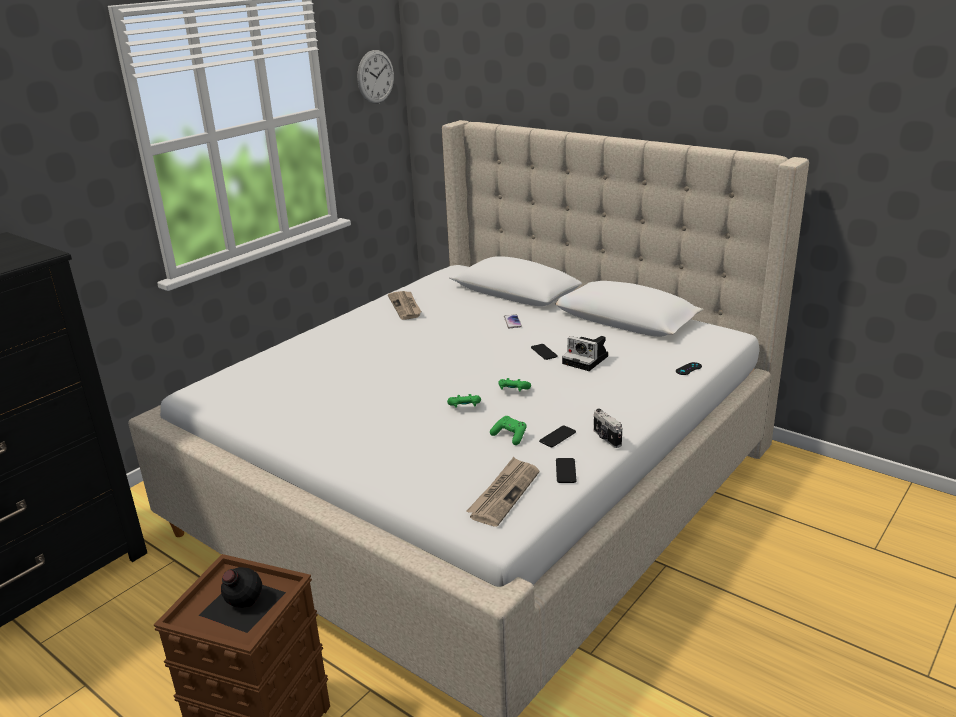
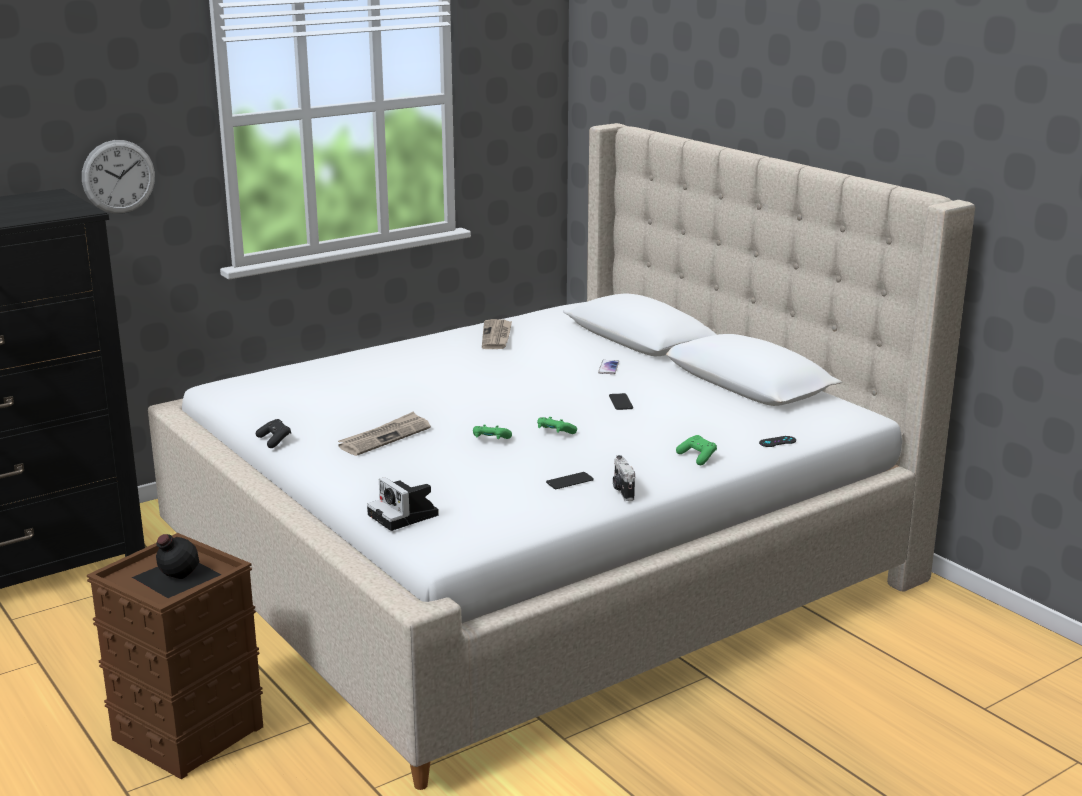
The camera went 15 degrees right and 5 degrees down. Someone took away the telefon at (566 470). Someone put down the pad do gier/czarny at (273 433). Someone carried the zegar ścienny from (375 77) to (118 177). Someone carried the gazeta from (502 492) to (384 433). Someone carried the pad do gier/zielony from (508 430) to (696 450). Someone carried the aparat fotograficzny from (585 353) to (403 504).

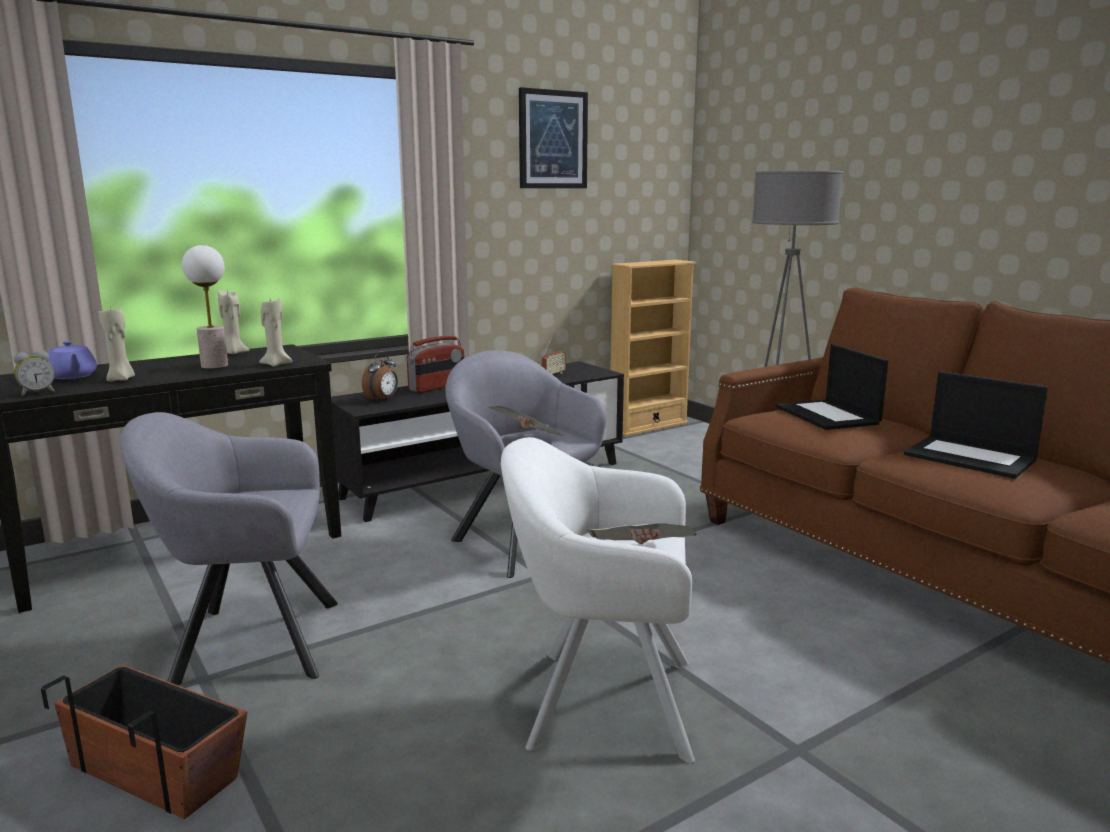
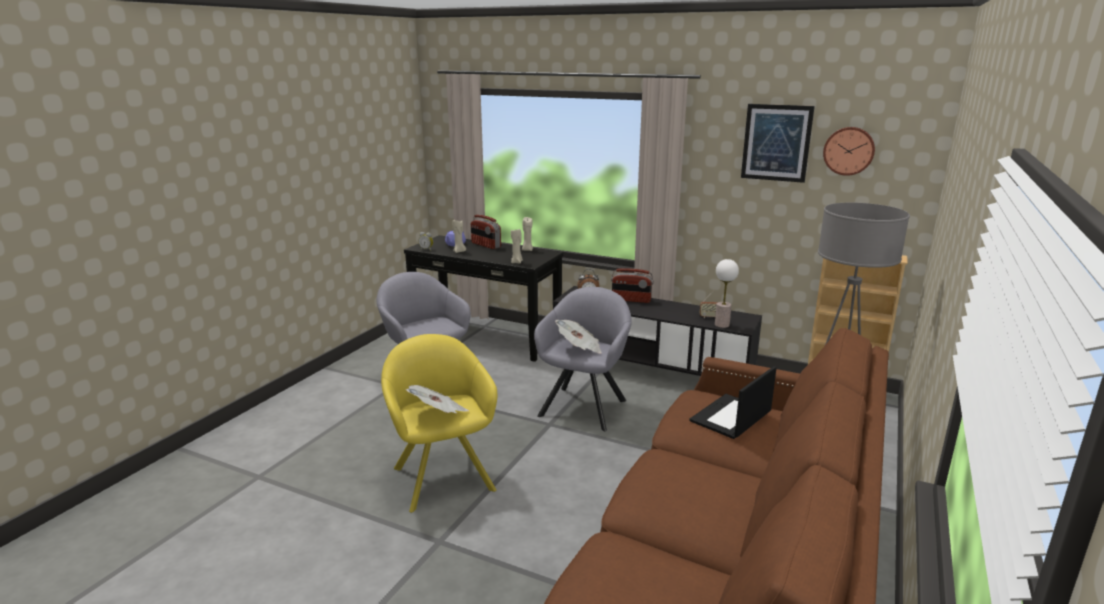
The camera went 60 degrees right and 5 degrees up. Someone took away the donica at (144 742). Someone took away the laptop at (976 425). Someone put down the radio at (486 232). Someone put up the zegar ścienny at (849 151). Someone carried the lampa stołowa from (205 307) to (727 293). Someone repainted the fotel/biały at (598 600), which became the fotel/żółty at (439 423).

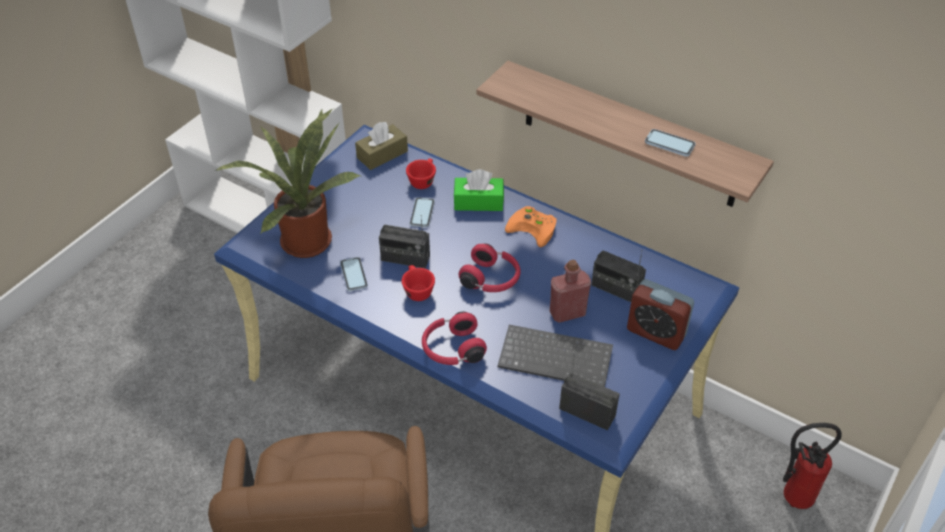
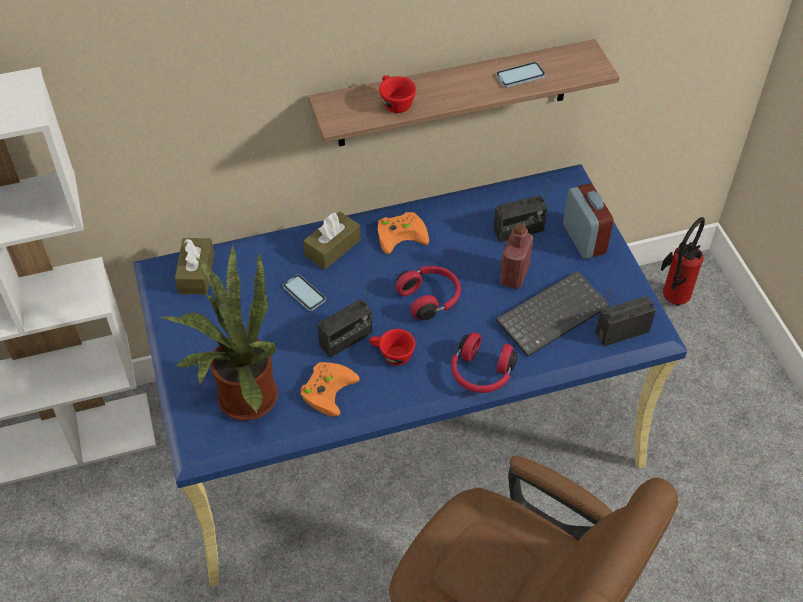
The camera went 50 degrees left and 5 degrees up. Someone carried the filiżanka/czerwony from (421 173) to (397 94). Someone swapped the telefon at (354 274) for the pad do gier/pomarańczowy at (330 389). Someone repainted the pudełko chusteczek/zielony at (479 190), which became the pudełko chusteczek/brązowy at (332 241). Someone rotated the budzik at (660 314) by 90 degrees counterclockwise.

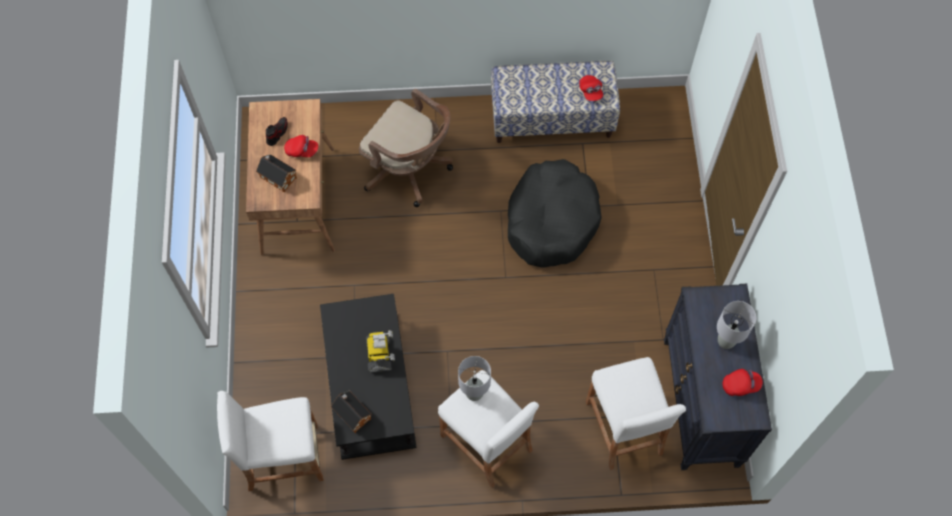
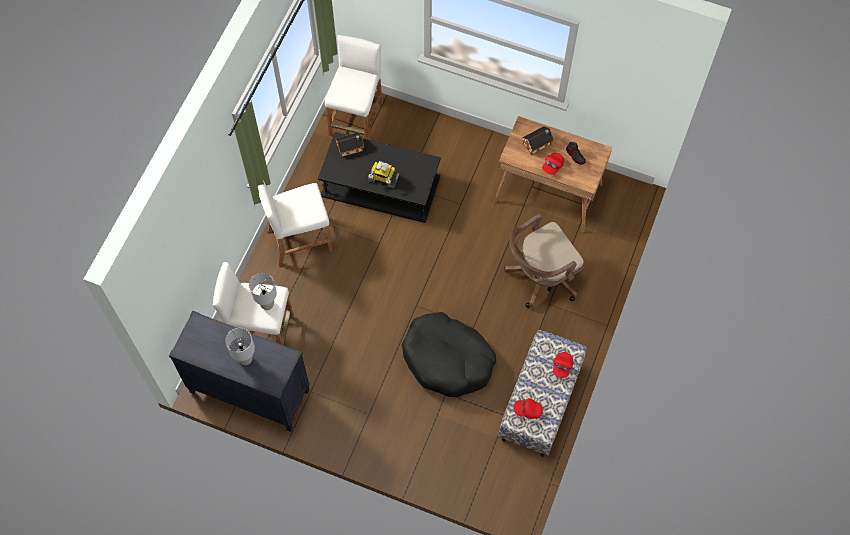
The camera went 115 degrees right and 0 degrees up. Someone carried the lampa stołowa/szary from (474 378) to (263 291). Someone carried the czapka z daszkiem/czerwony from (743 382) to (563 365).

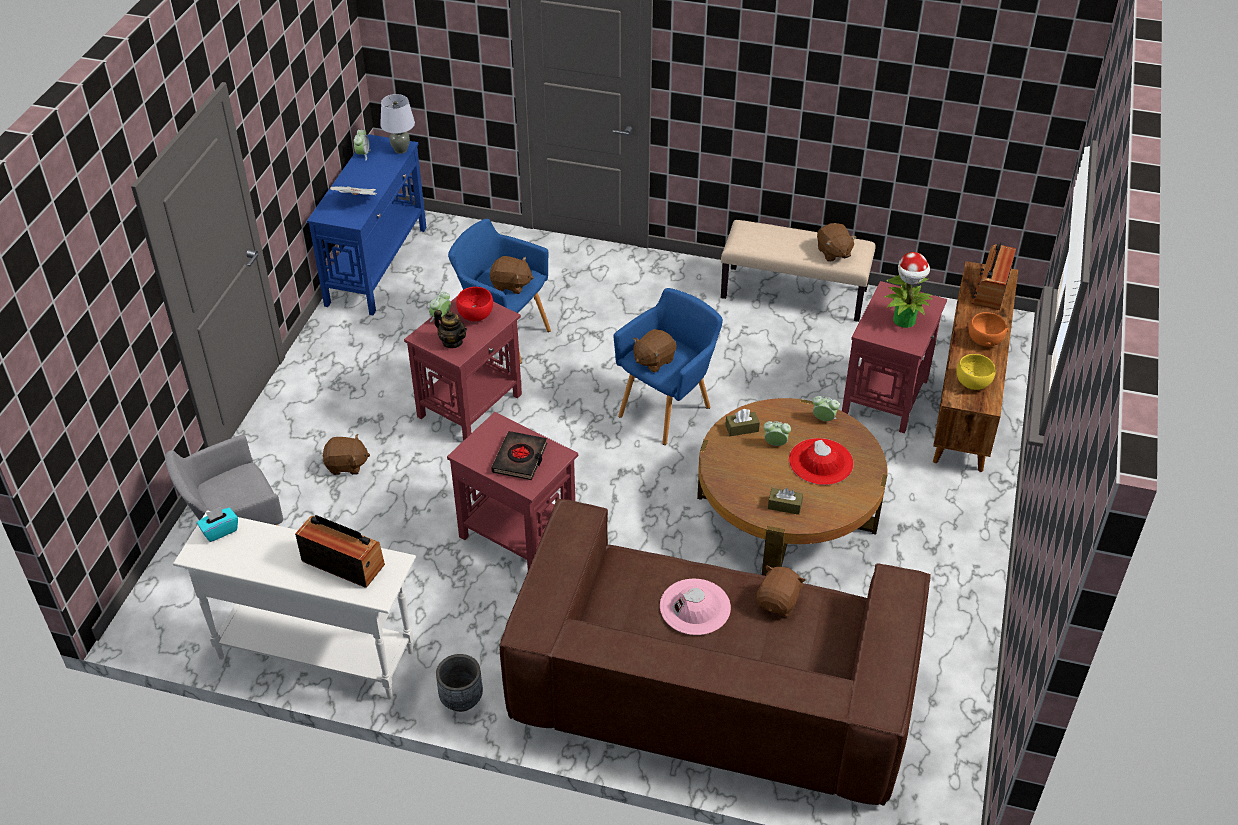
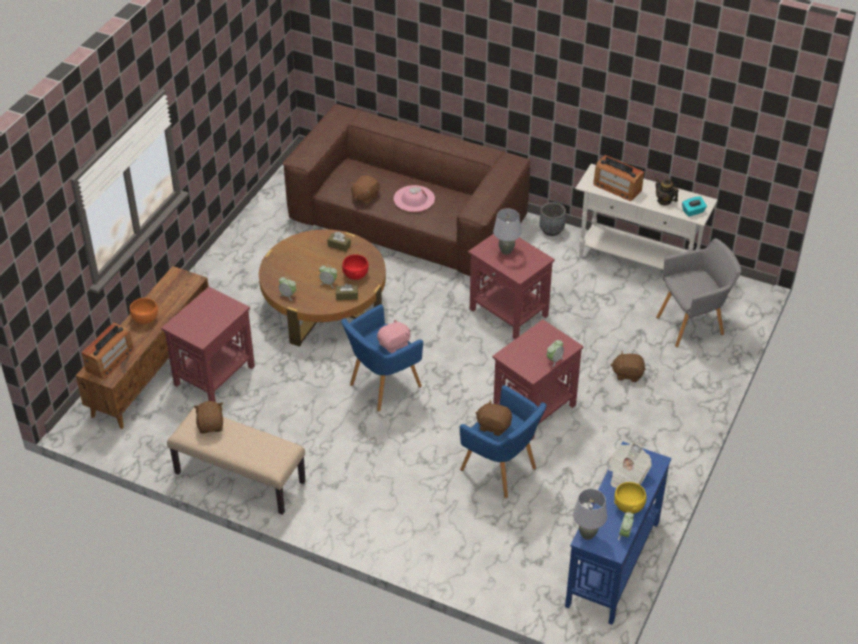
The camera went 170 degrees left and 0 degrees up. Someone took away the kapelusz/czerwony at (821 461). Someone took away the roślina doniczkowa at (908 290). Someone carried the imbryk from (450 329) to (666 191). Someone carried the miska/czerwony from (474 304) to (355 267). Someone carried the miska/żółty from (976 372) to (630 498). Someone swapped the książka/czarny at (519 455) for the lampa stołowa/szary at (507 232). Someone repainted the pluszak/brązowy at (655 350), which became the pluszak/różowy at (393 336).

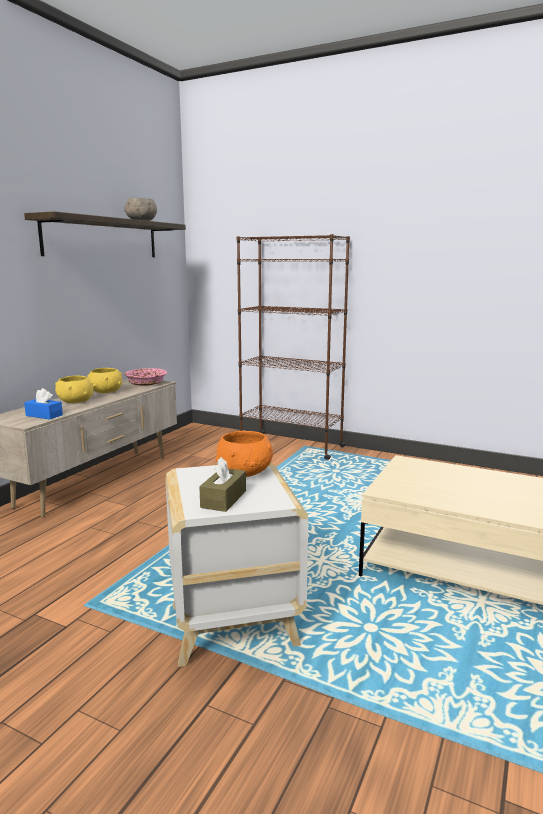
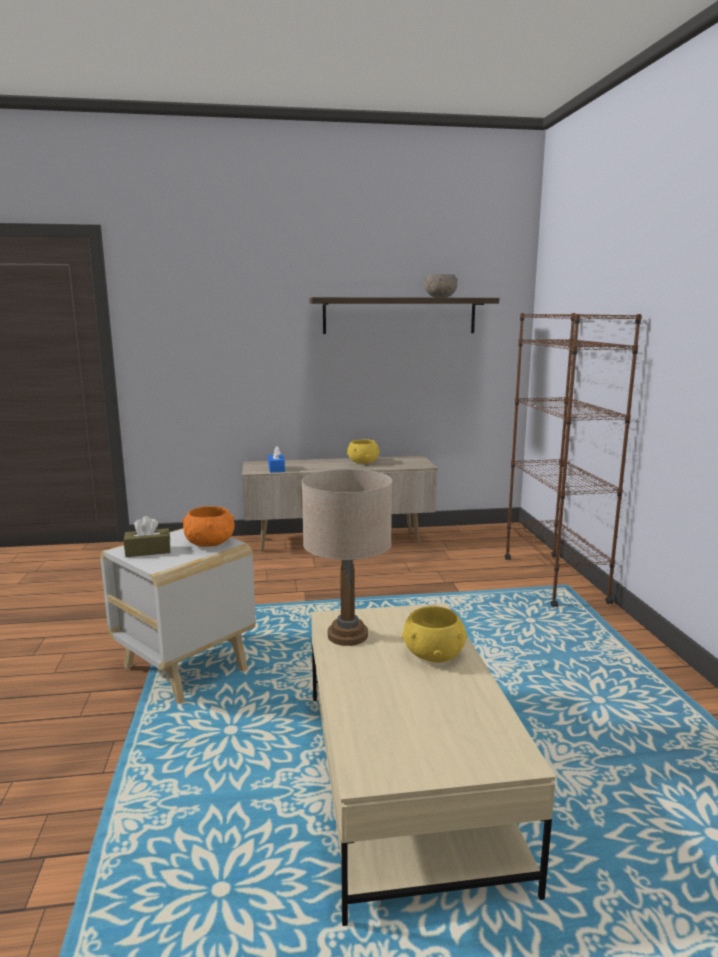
The camera went 55 degrees right and 0 degrees up. Someone took away the miska/różowy at (145 377). Someone put down the lampa stołowa/beżowy at (347 557). Someone carried the miska/żółty from (74 389) to (434 634).

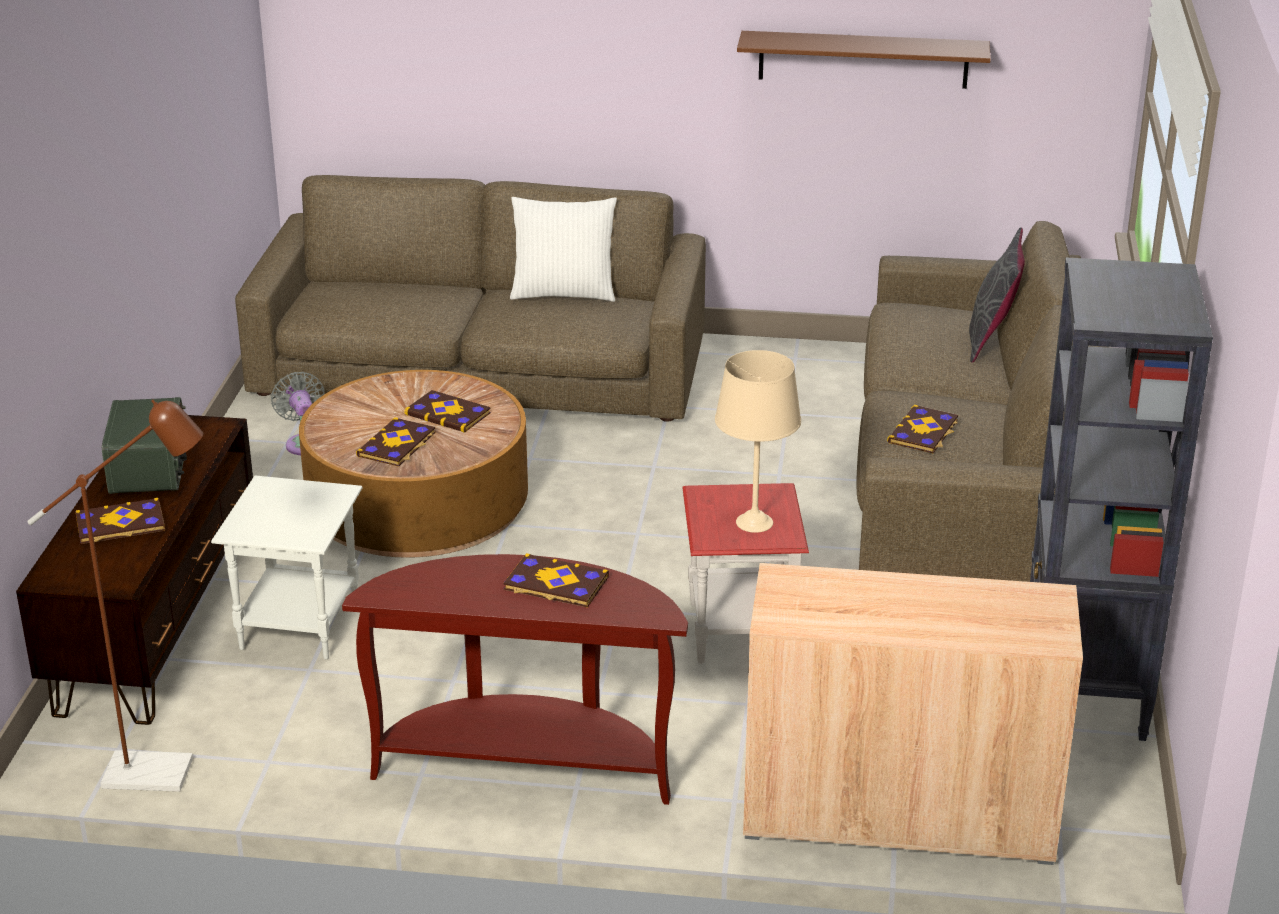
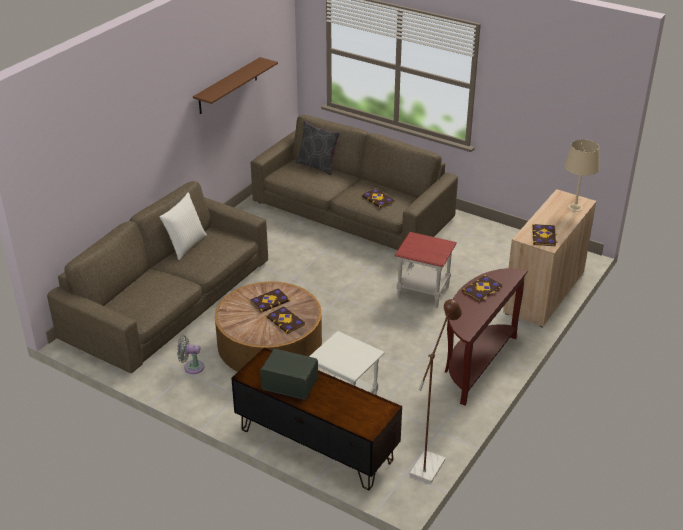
The camera went 65 degrees left and 5 degrees up. Someone took away the regał/czarny at (1121 499). Someone carried the książka from (120 521) to (545 235). Someone carried the lampa stołowa/beżowy from (758 441) to (582 175).

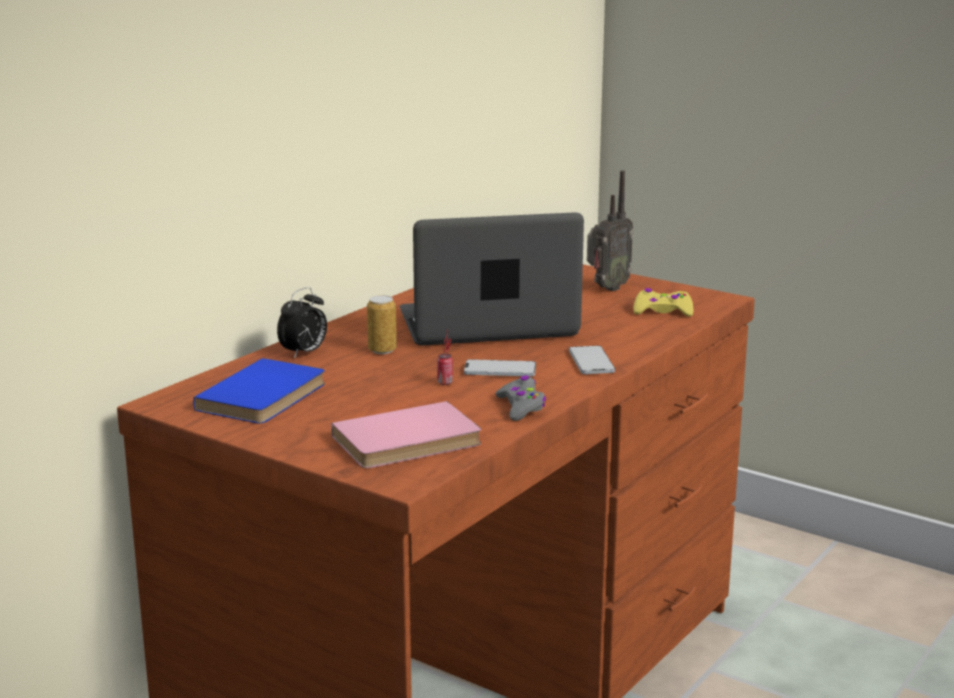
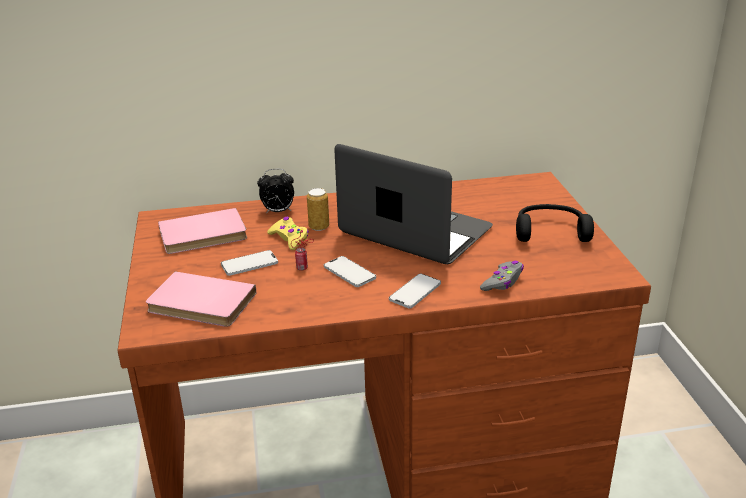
The camera went 45 degrees right and 10 degrees up. Someone put down the telefon at (249 263). Someone carried the pad do gier/szary from (520 398) to (502 276). Someone carried the pad do gier/żółty from (663 302) to (288 233). Someone swapped the radio at (610 230) for the słuchawki/czarny at (555 223). Someone repainted the książka/niebieski at (259 391), which became the książka/różowy at (202 231).

